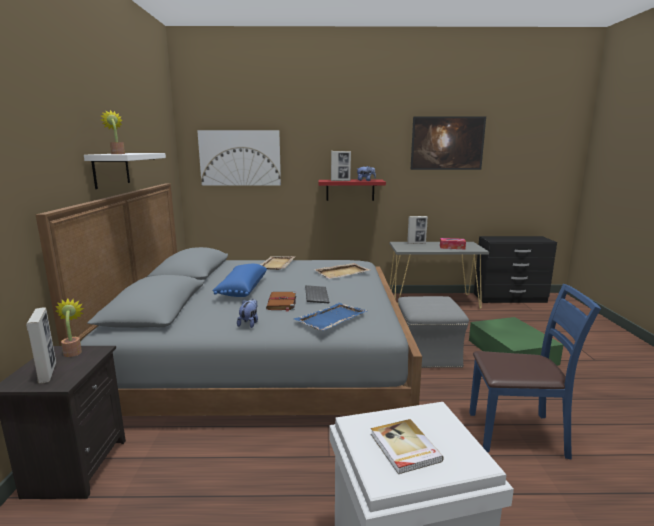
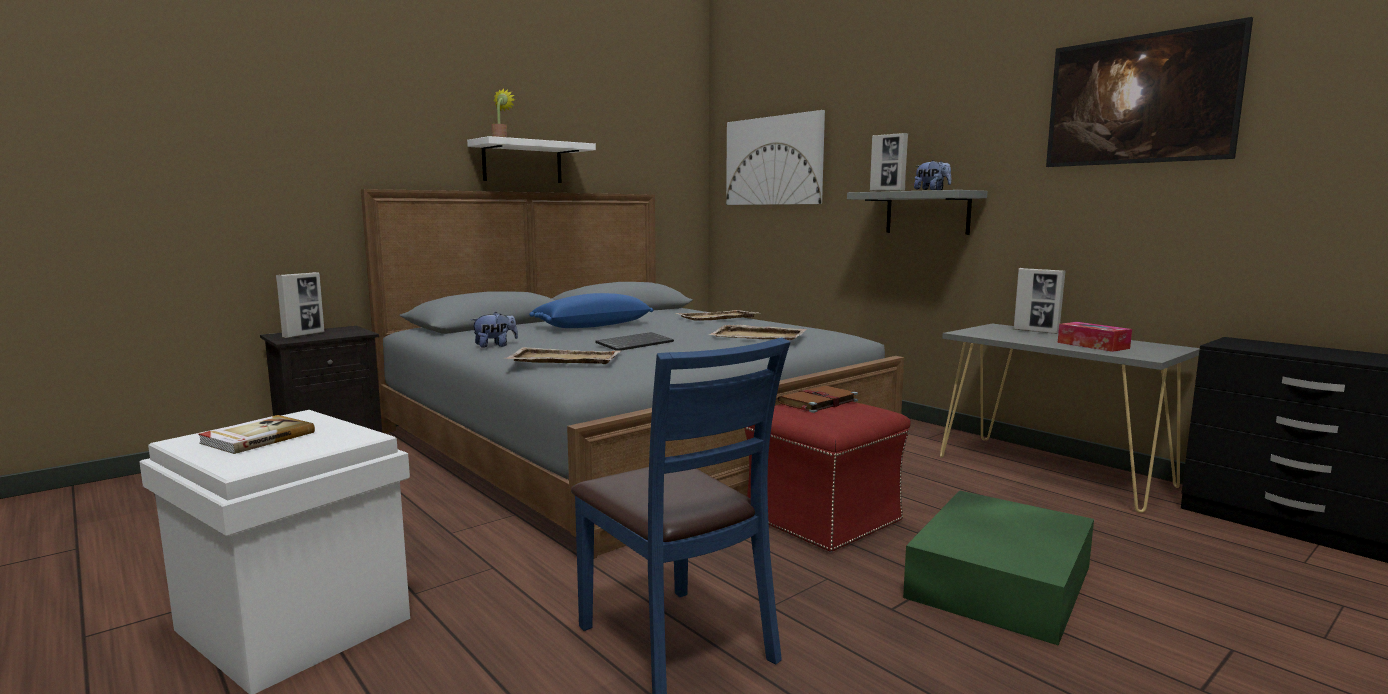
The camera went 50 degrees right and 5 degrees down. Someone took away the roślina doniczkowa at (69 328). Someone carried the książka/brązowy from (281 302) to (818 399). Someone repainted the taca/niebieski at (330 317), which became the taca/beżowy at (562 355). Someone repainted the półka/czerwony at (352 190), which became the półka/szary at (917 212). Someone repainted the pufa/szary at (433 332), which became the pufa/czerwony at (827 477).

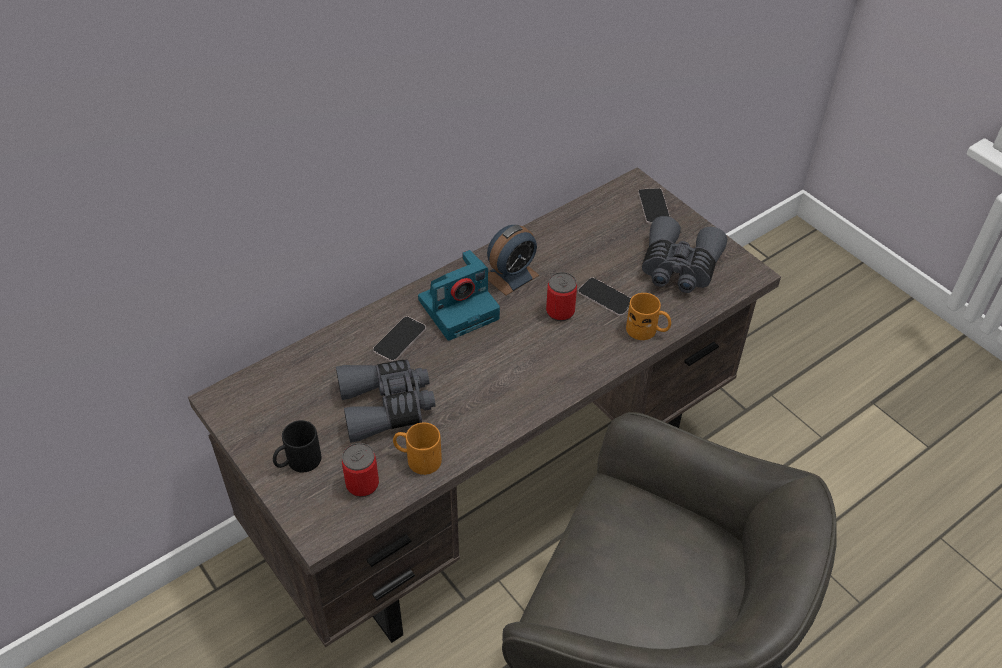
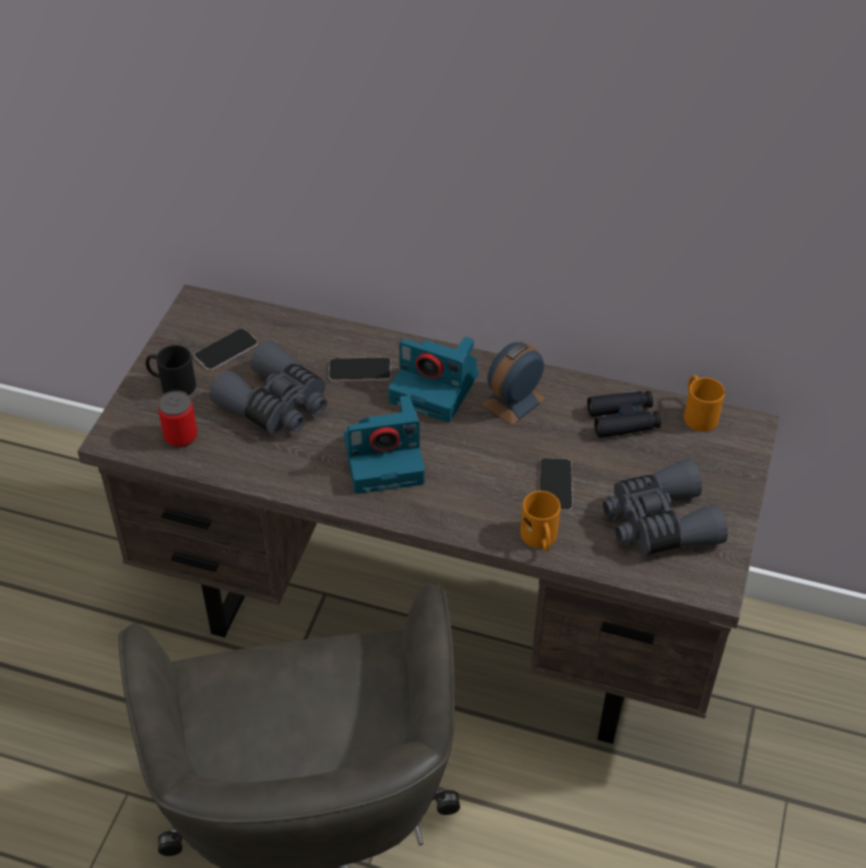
The camera went 55 degrees right and 0 degrees up. Someone took away the puszka at (561 296). Someone put down the aparat fotograficzny at (384 444). Someone put down the lornetka/czarny at (624 414). Someone carried the kubek/pomarańczowy from (417 448) to (704 403). Someone carried the telefon from (654 206) to (226 349). Someone rotated the budzik at (513 260) by 120 degrees clockwise.

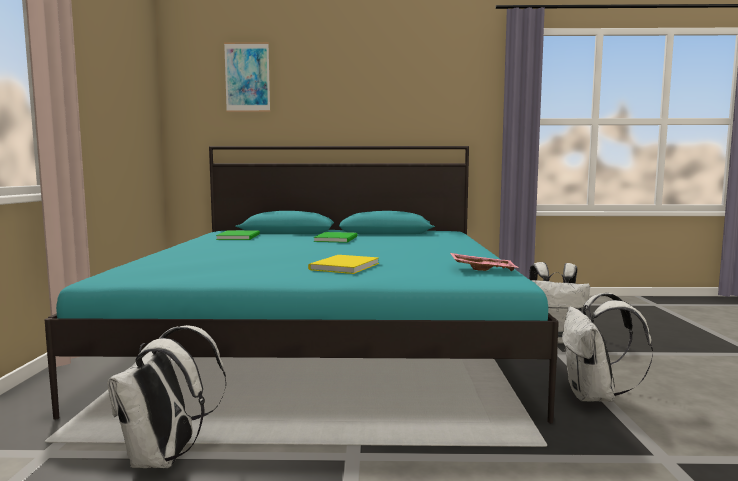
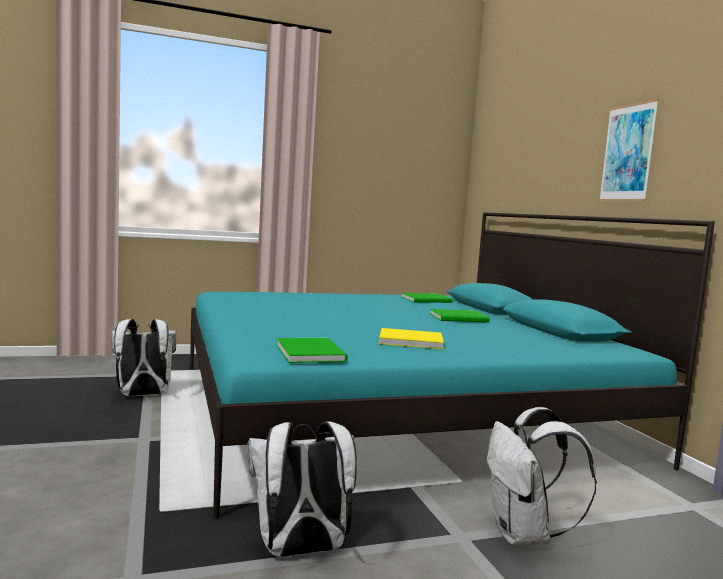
The camera went 70 degrees right and 0 degrees up. Someone carried the obraz from (247 77) to (629 150). Someone carried the książka/żółty from (343 264) to (411 338). Someone swapped the taca/różowy at (484 262) for the książka/zielony at (312 350).

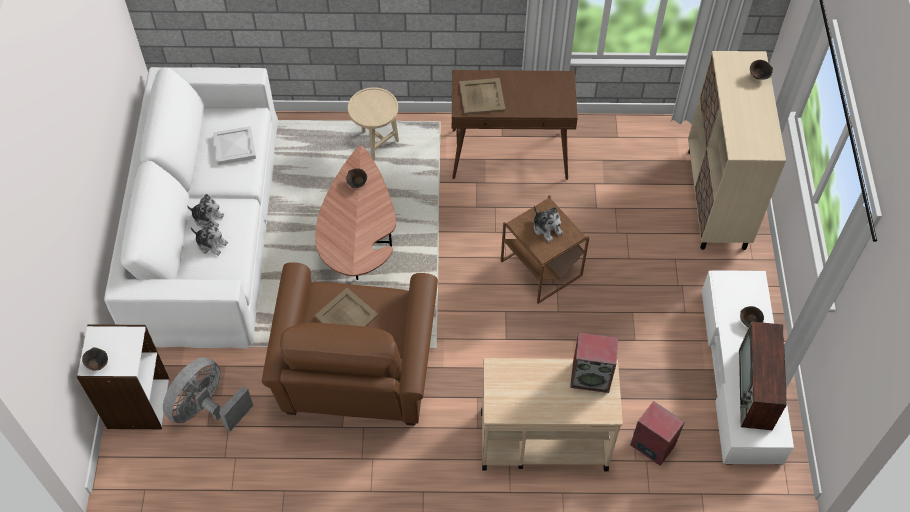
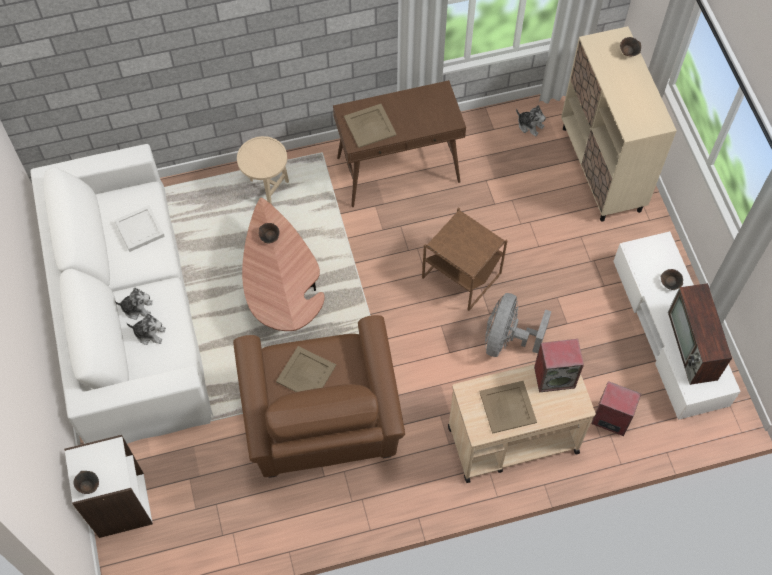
The camera went 15 degrees left and 5 degrees up. Someone put down the taca/beżowy at (508 407). Someone carried the wentylator/szary from (208 394) to (518 325). Someone carried the pluszak from (548 224) to (531 121).

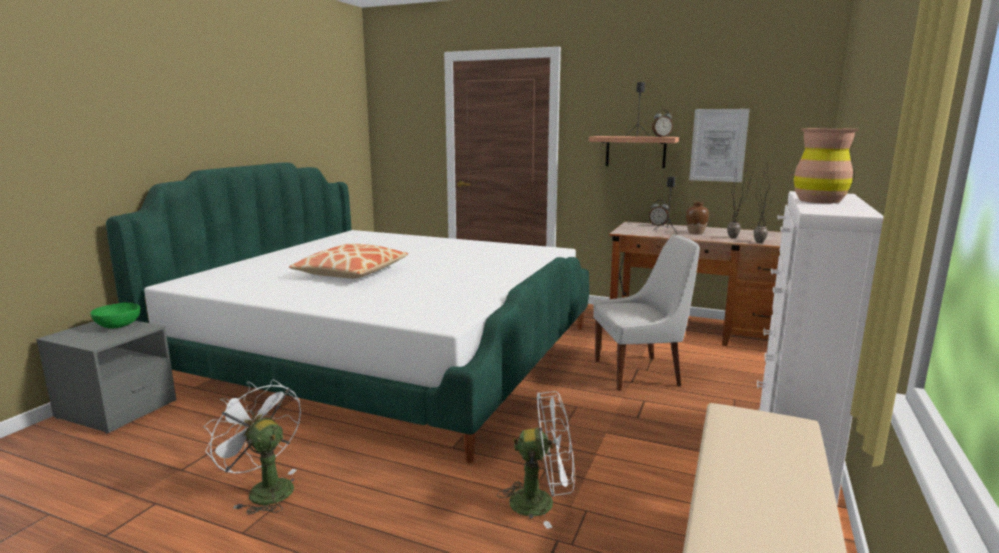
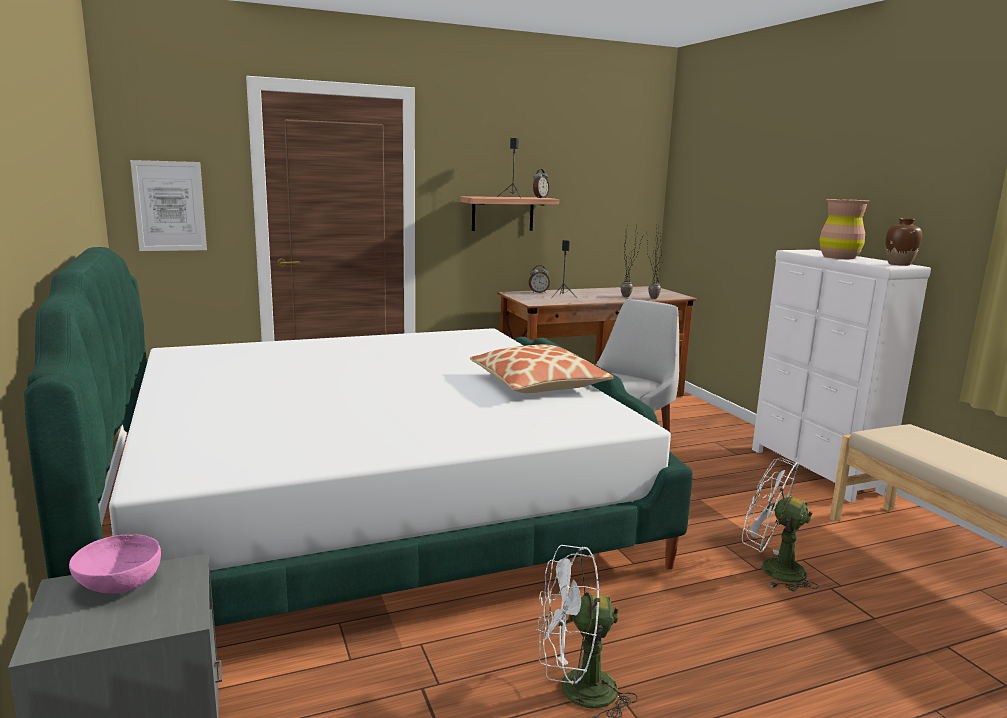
The camera went 45 degrees left and 0 degrees up. Someone carried the poduszka from (348 261) to (541 369). Someone carried the wazon/brązowy from (697 218) to (903 242). Someone carried the obraz from (719 145) to (168 205). Someone repainted the miska/zielony at (115 316), which became the miska/różowy at (115 564). Someone rotated the wentylator/biały at (536 460) by 105 degrees counterclockwise.

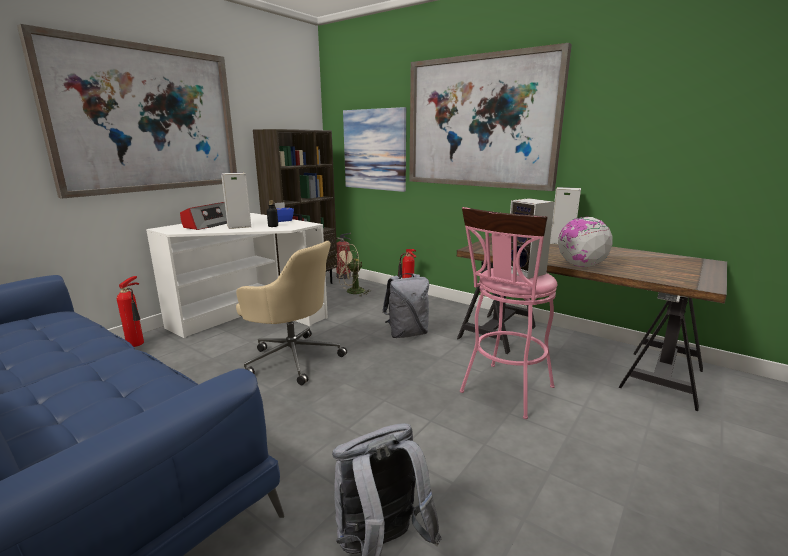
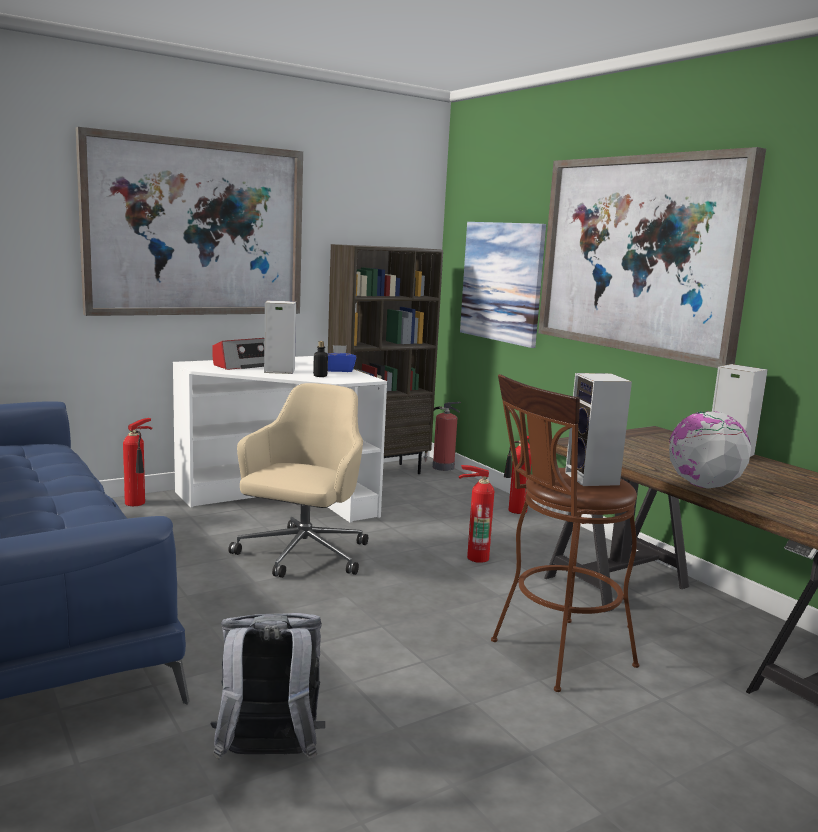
The camera went 20 degrees right and 5 degrees down. Someone took away the wentylator/beżowy at (351 270). Someone swapped the plecak/szary at (405 305) for the gaśnica at (476 514). Someone repainted the stołek/różowy at (509 313), which became the stołek/brązowy at (565 533). Someone rotated the krzesło biurowe/beżowy at (291 313) by 120 degrees counterclockwise.

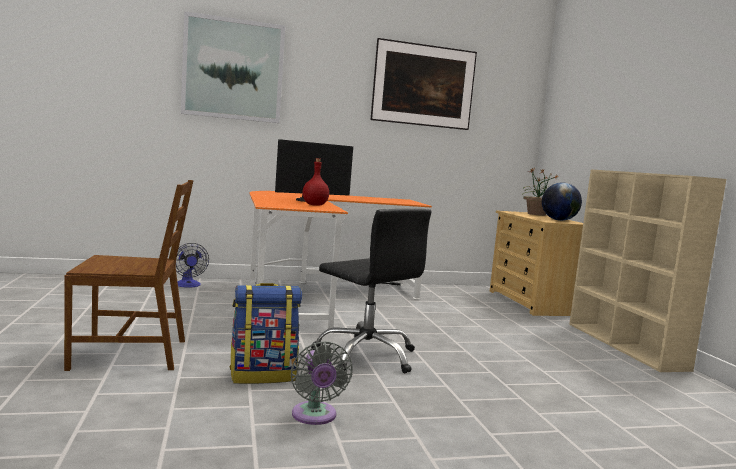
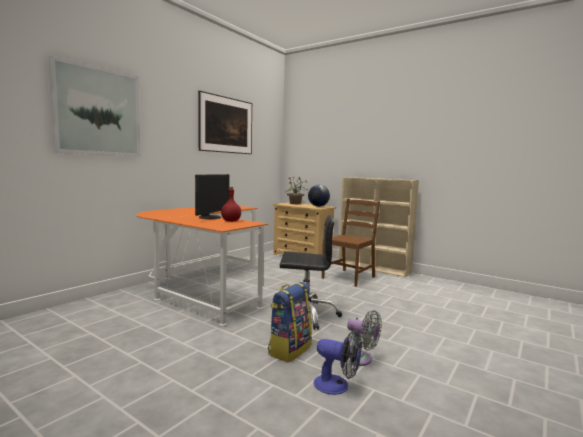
The camera went 40 degrees left and 0 degrees up. Someone carried the krzesło/brązowy from (129 275) to (351 243). Someone carried the wentylator from (192 265) to (338 362).

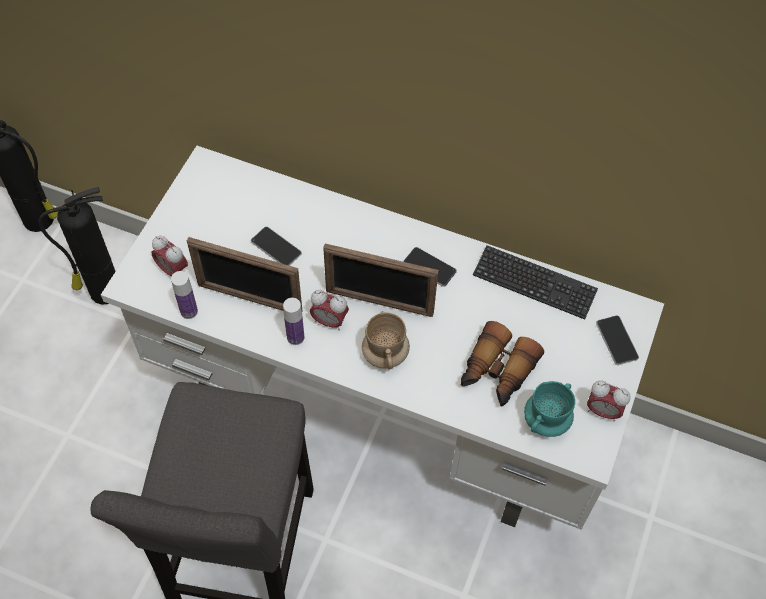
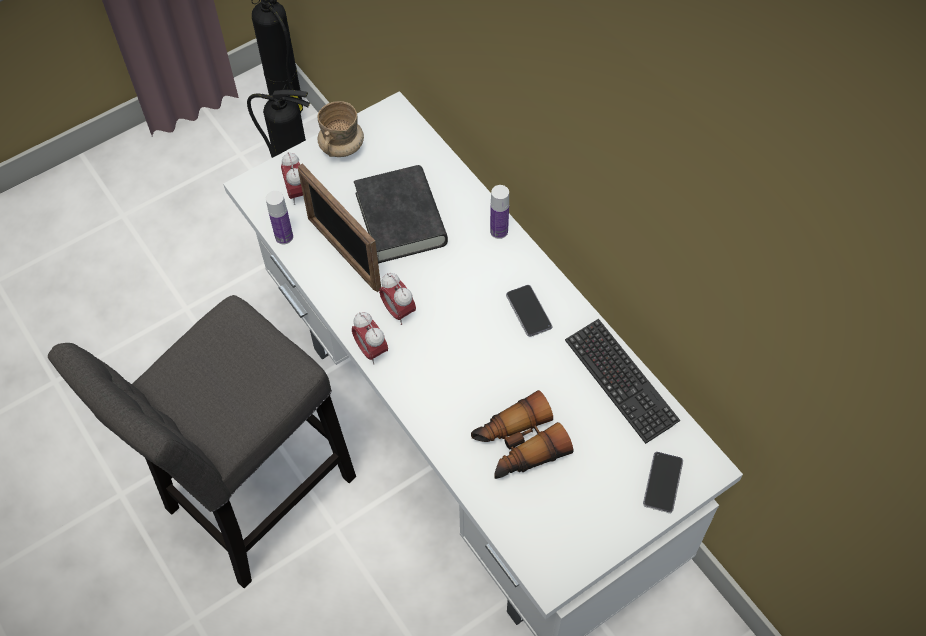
The camera went 35 degrees right and 0 degrees up. Someone took away the ramka na zdjęcie at (380 280). Someone took away the kubek/turkusowy at (549 409). Someone carried the butelka from (293 321) to (499 212). Someone carried the kubek/beżowy from (386 340) to (340 129). Someone carried the budzik from (609 401) to (370 338). Someone swapped the telefon at (276 246) for the książka/czarny at (401 214).

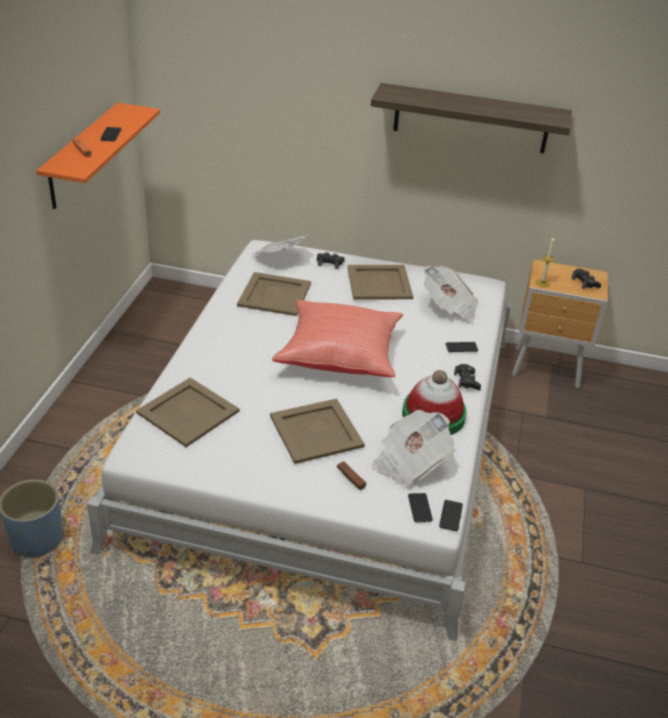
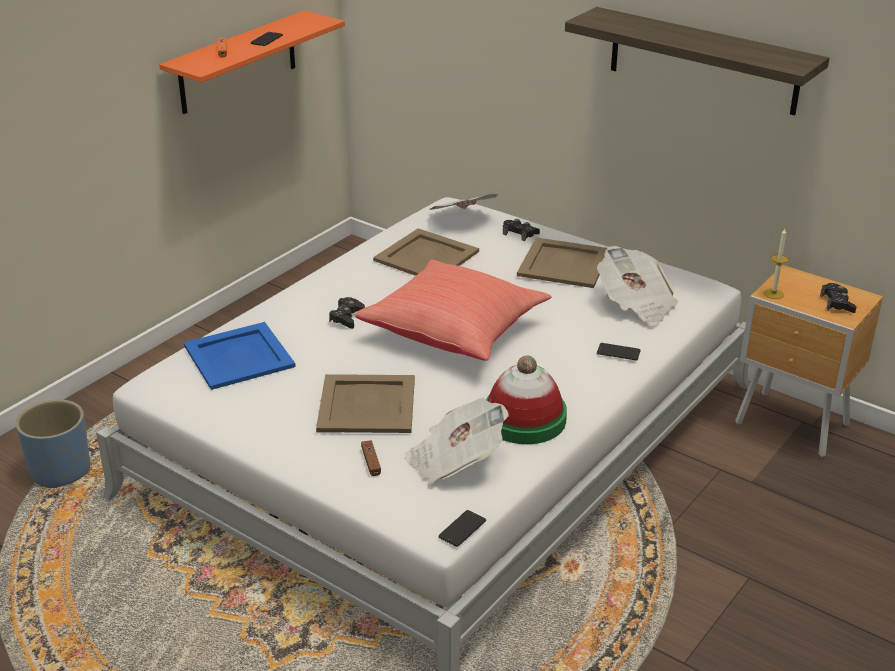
The camera went 25 degrees right and 5 degrees down. Someone took away the telefon at (420 507). Someone carried the pad do gier/czarny from (467 377) to (347 312). Someone repainted the taca/beżowy at (188 412), which became the taca/niebieski at (240 356).

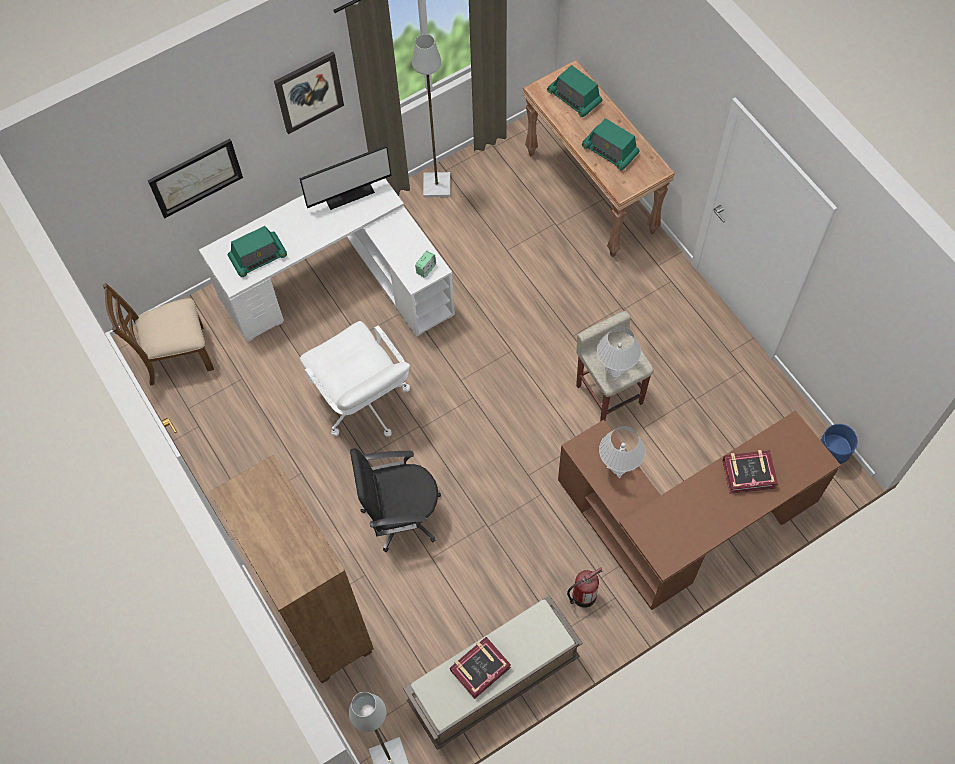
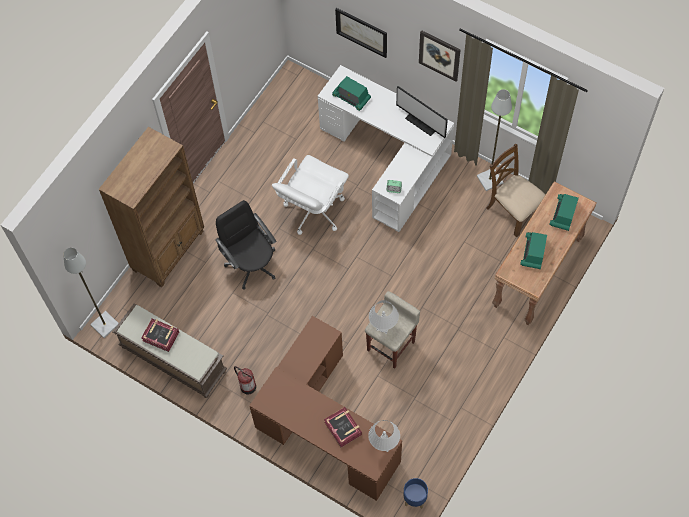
The camera went 65 degrees right and 0 degrees up. Someone carried the krzesło/brązowy from (158 334) to (515 190). Someone carried the lampa stołowa/biały from (622 452) to (384 436).

